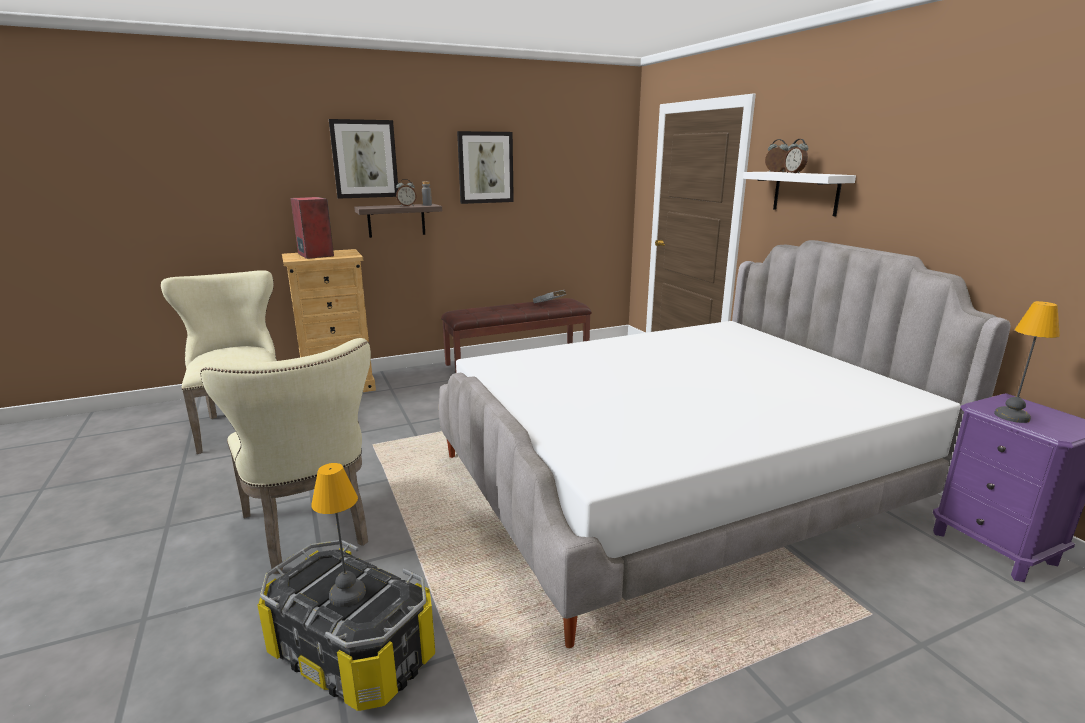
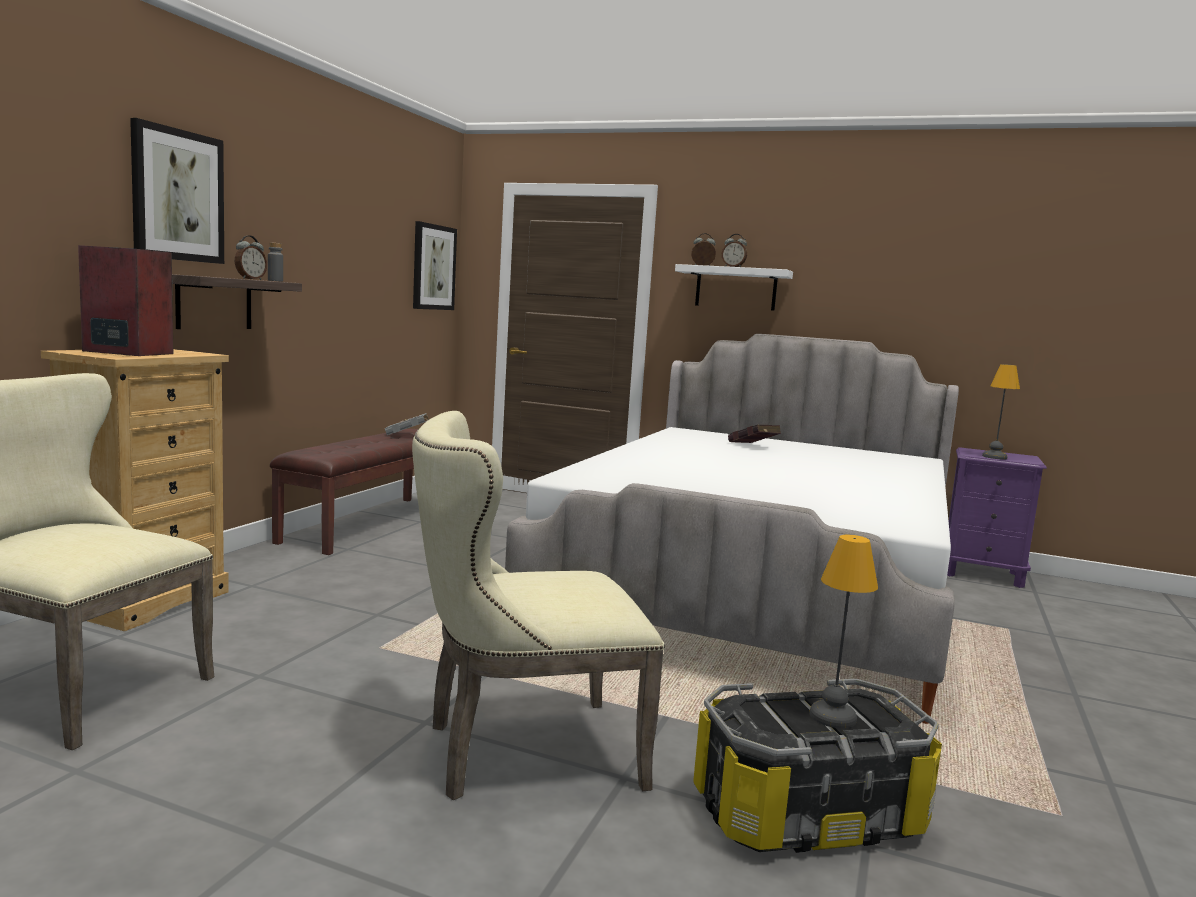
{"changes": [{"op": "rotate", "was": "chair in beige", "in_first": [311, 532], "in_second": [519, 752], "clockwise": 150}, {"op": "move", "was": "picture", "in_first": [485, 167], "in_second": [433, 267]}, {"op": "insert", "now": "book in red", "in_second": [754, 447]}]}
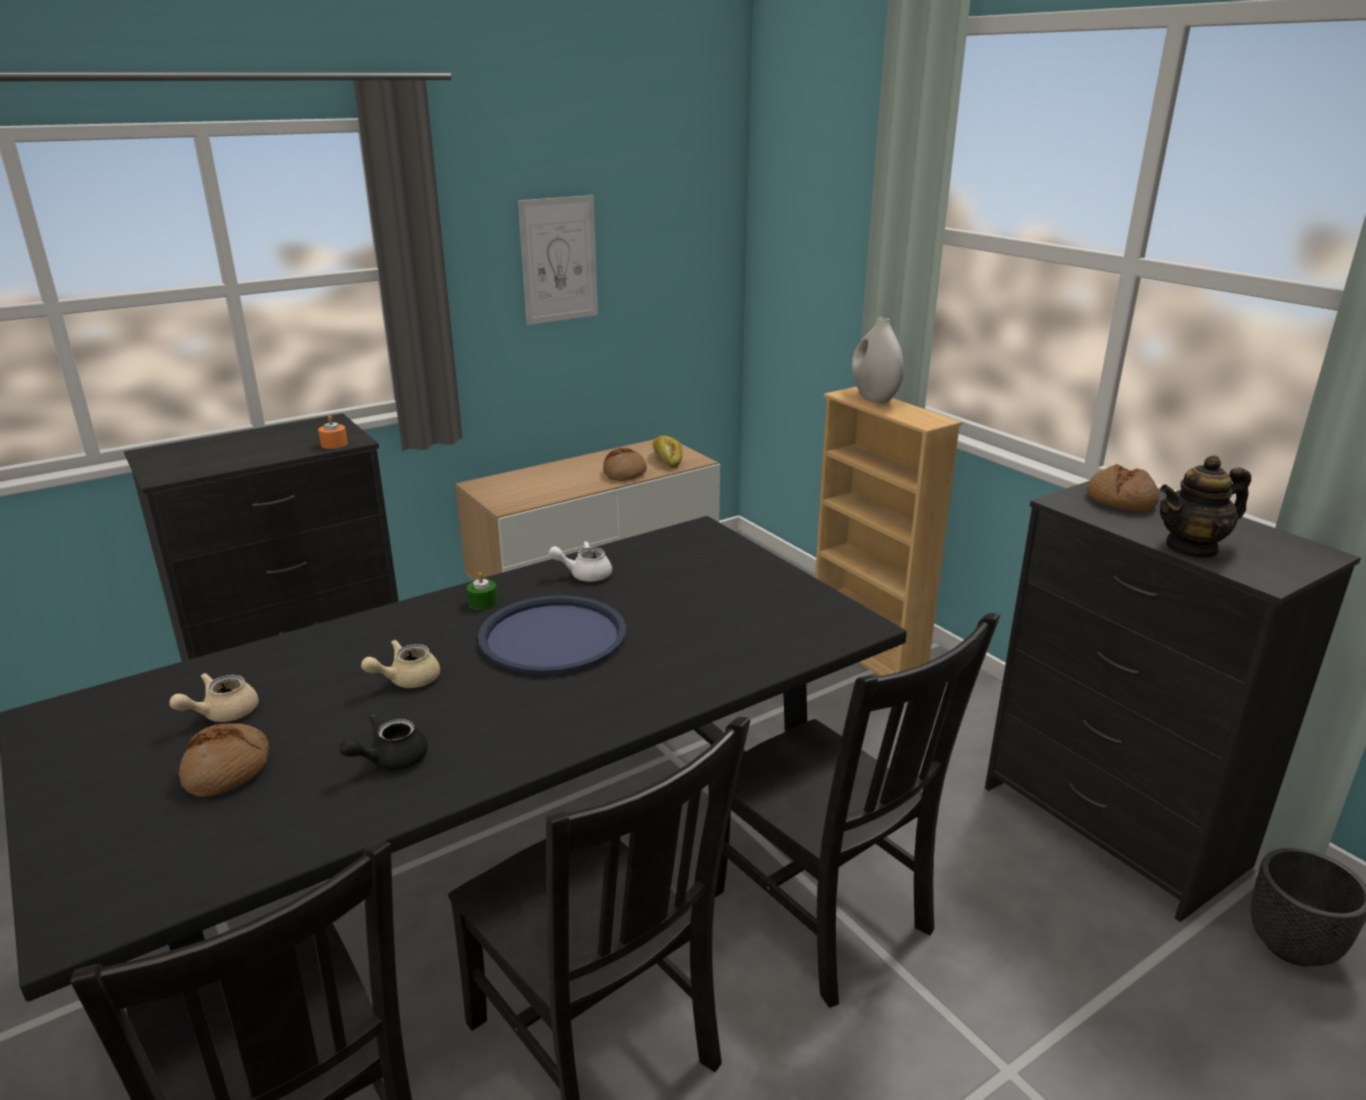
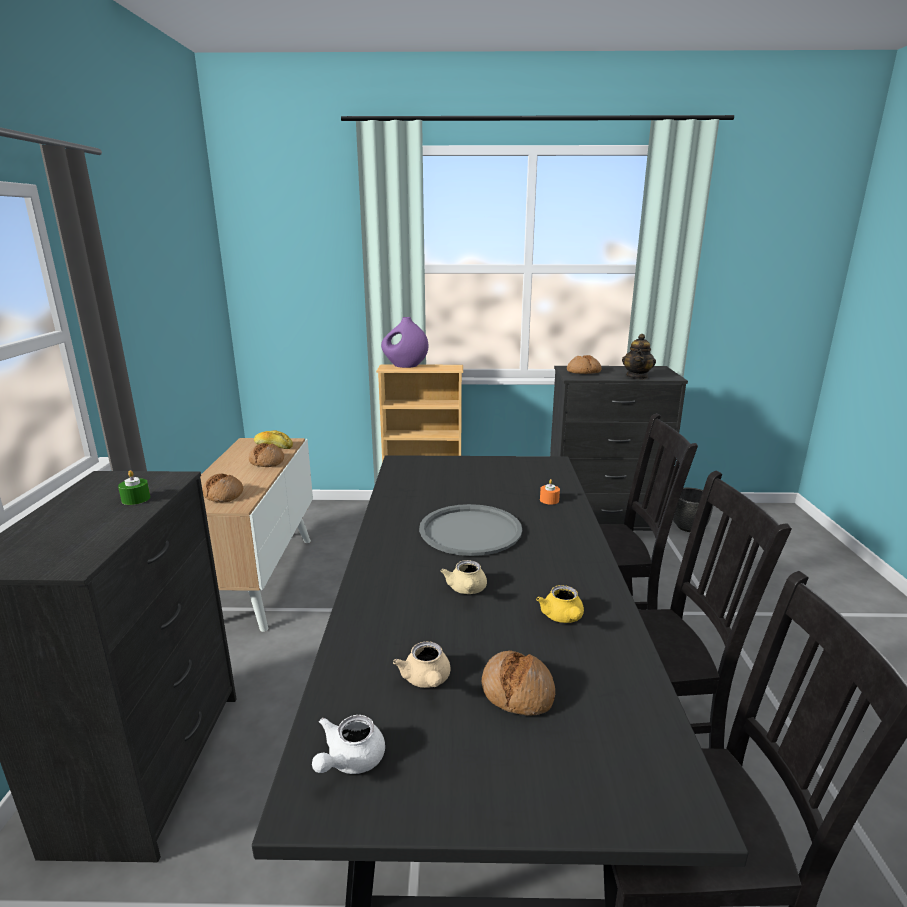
{"changes": [{"op": "move", "was": "candle in green", "in_first": [483, 602], "in_second": [136, 499]}, {"op": "insert", "now": "bread", "in_second": [224, 495]}, {"op": "move", "was": "teapot in white", "in_first": [584, 574], "in_second": [349, 760]}, {"op": "recolor", "was": "vase in white", "now": "vase in purple", "in_first": [873, 398], "in_second": [405, 366]}, {"op": "recolor", "was": "tray in blue", "now": "tray in grey", "in_first": [553, 636], "in_second": [470, 531]}, {"op": "recolor", "was": "teapot in black", "now": "teapot in yellow", "in_first": [390, 759], "in_second": [563, 618]}, {"op": "move", "was": "candle in orange", "in_first": [334, 444], "in_second": [549, 500]}, {"op": "delete", "was": "picture", "in_first": [559, 260]}]}
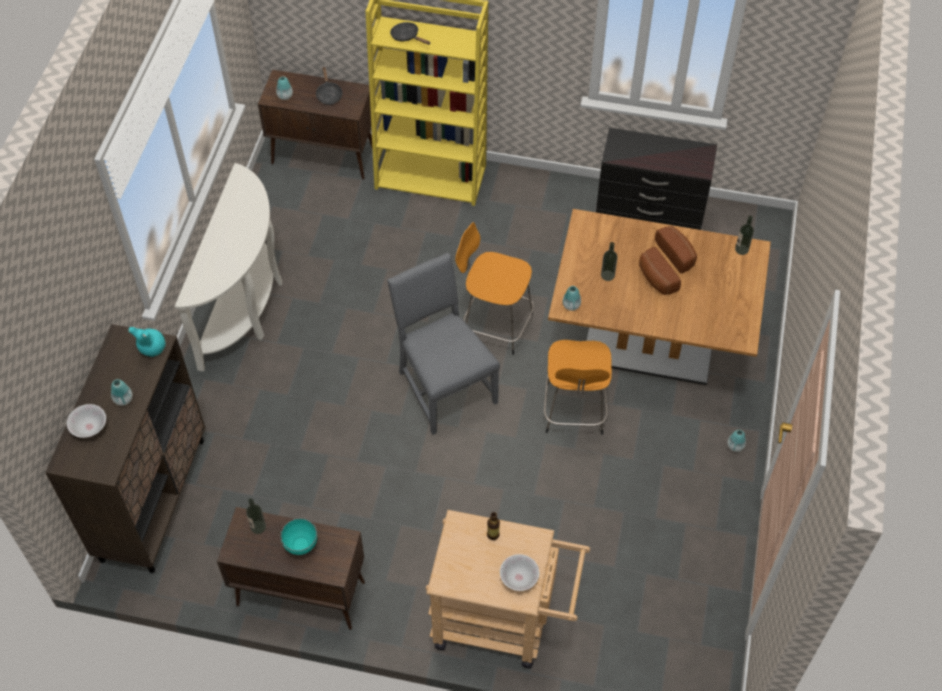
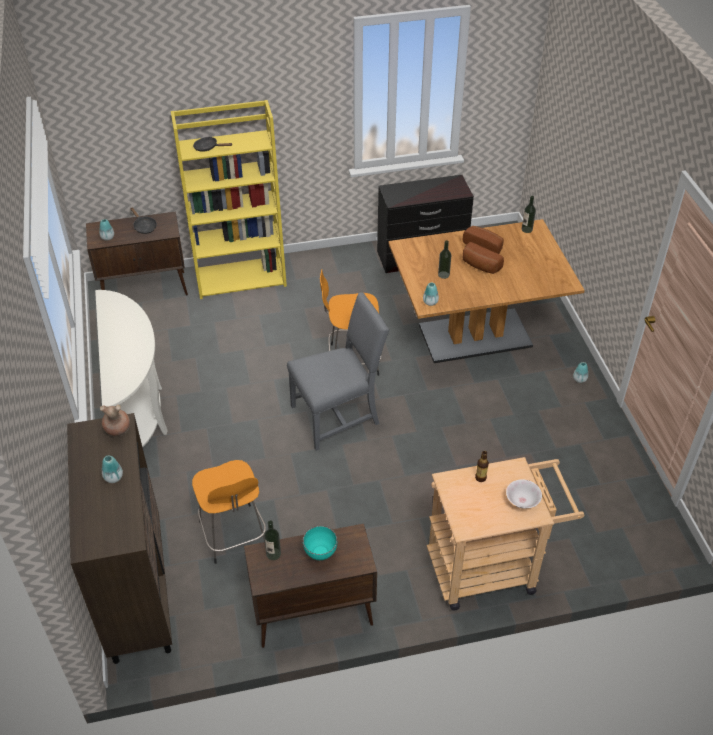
{"changes": [{"op": "recolor", "was": "vase in turquoise", "now": "vase in brown", "in_first": [151, 349], "in_second": [117, 430]}, {"op": "move", "was": "stool in orange", "in_first": [574, 412], "in_second": [233, 536]}, {"op": "rotate", "was": "chair in grey", "in_first": [443, 386], "in_second": [338, 415], "clockwise": 120}, {"op": "delete", "was": "bowl in white", "in_first": [89, 428]}]}
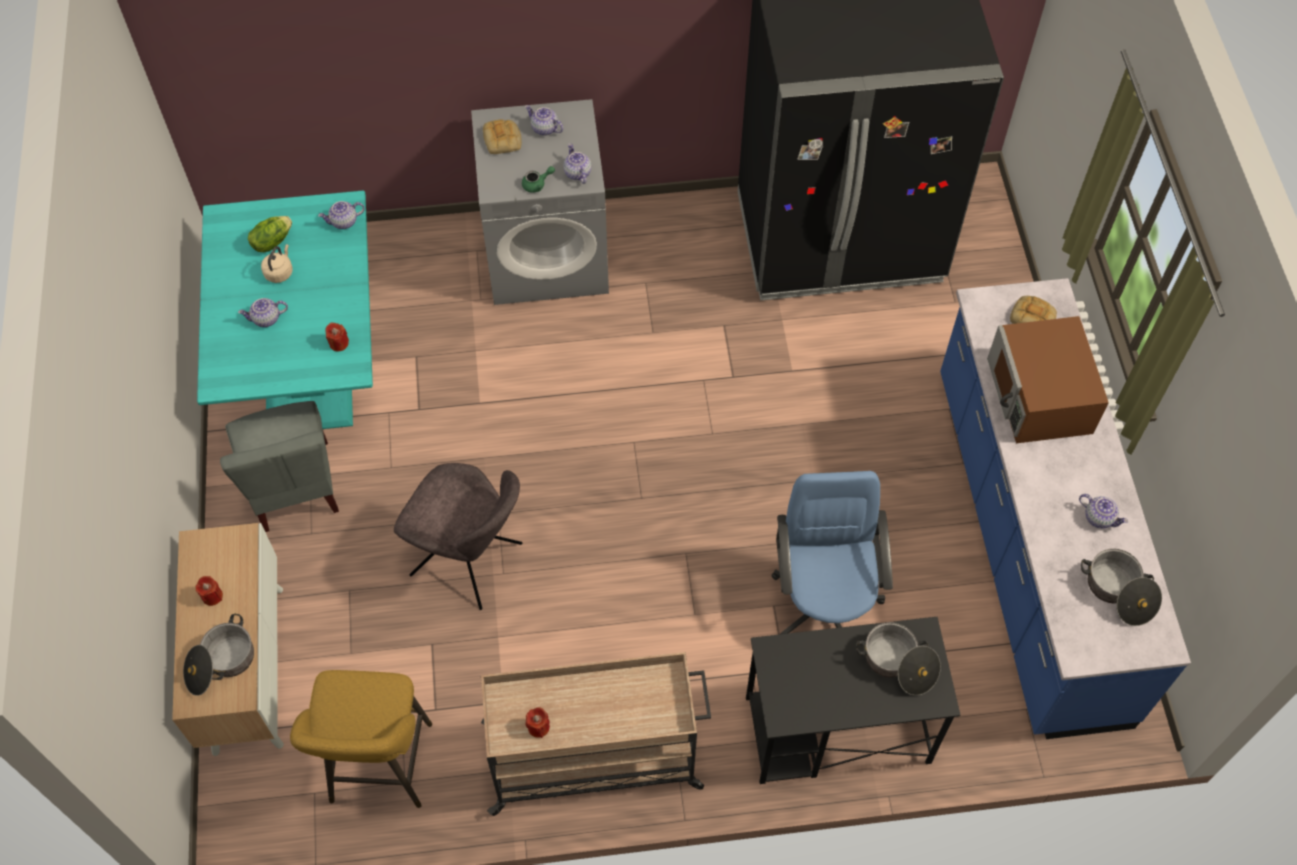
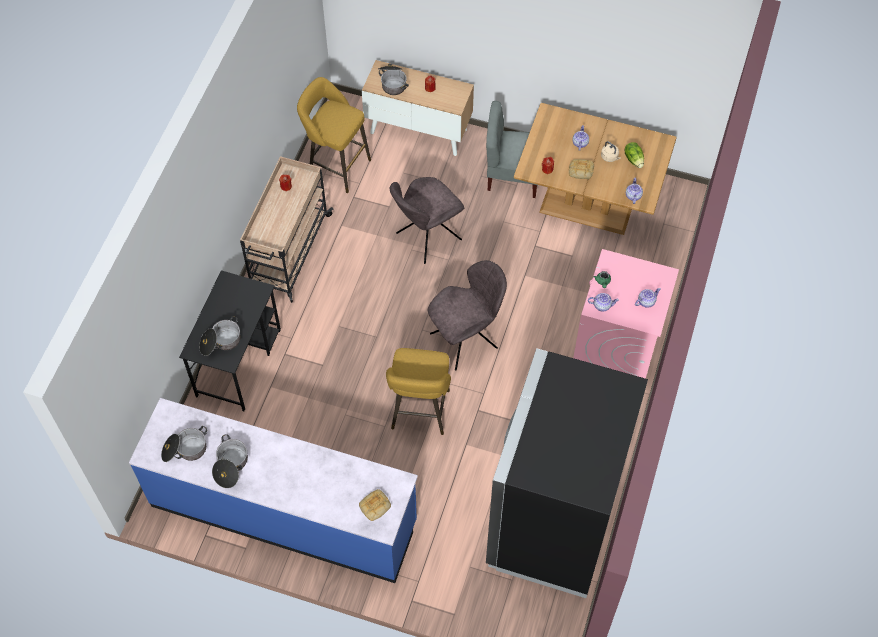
{"changes": [{"op": "replace", "was": "teapot", "now": "cooking pot", "in_first": [1099, 517], "in_second": [231, 466]}, {"op": "insert", "now": "stool in yellow", "in_second": [419, 413]}, {"op": "insert", "now": "chair in grey", "in_second": [466, 340]}, {"op": "recolor", "was": "dining table in turquoise", "now": "dining table in brown", "in_first": [311, 368], "in_second": [587, 204]}, {"op": "move", "was": "bread", "in_first": [503, 140], "in_second": [580, 171]}, {"op": "recolor", "was": "washing machine in grey", "now": "washing machine in pink", "in_first": [547, 255], "in_second": [616, 347]}, {"op": "delete", "was": "office chair in blue", "in_first": [824, 603]}, {"op": "delete", "was": "microwave in brown", "in_first": [1040, 396]}]}
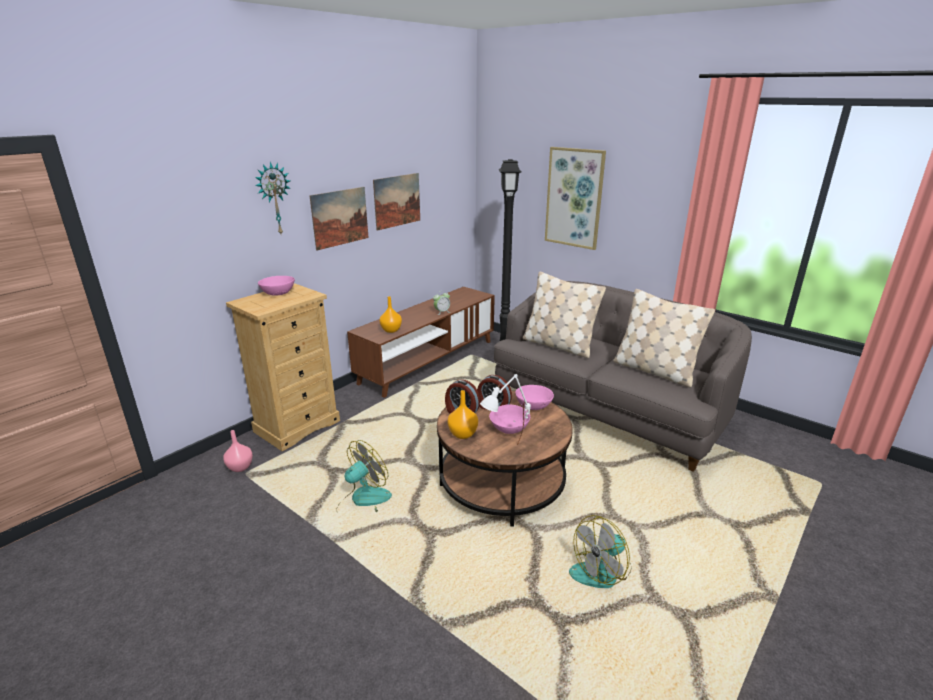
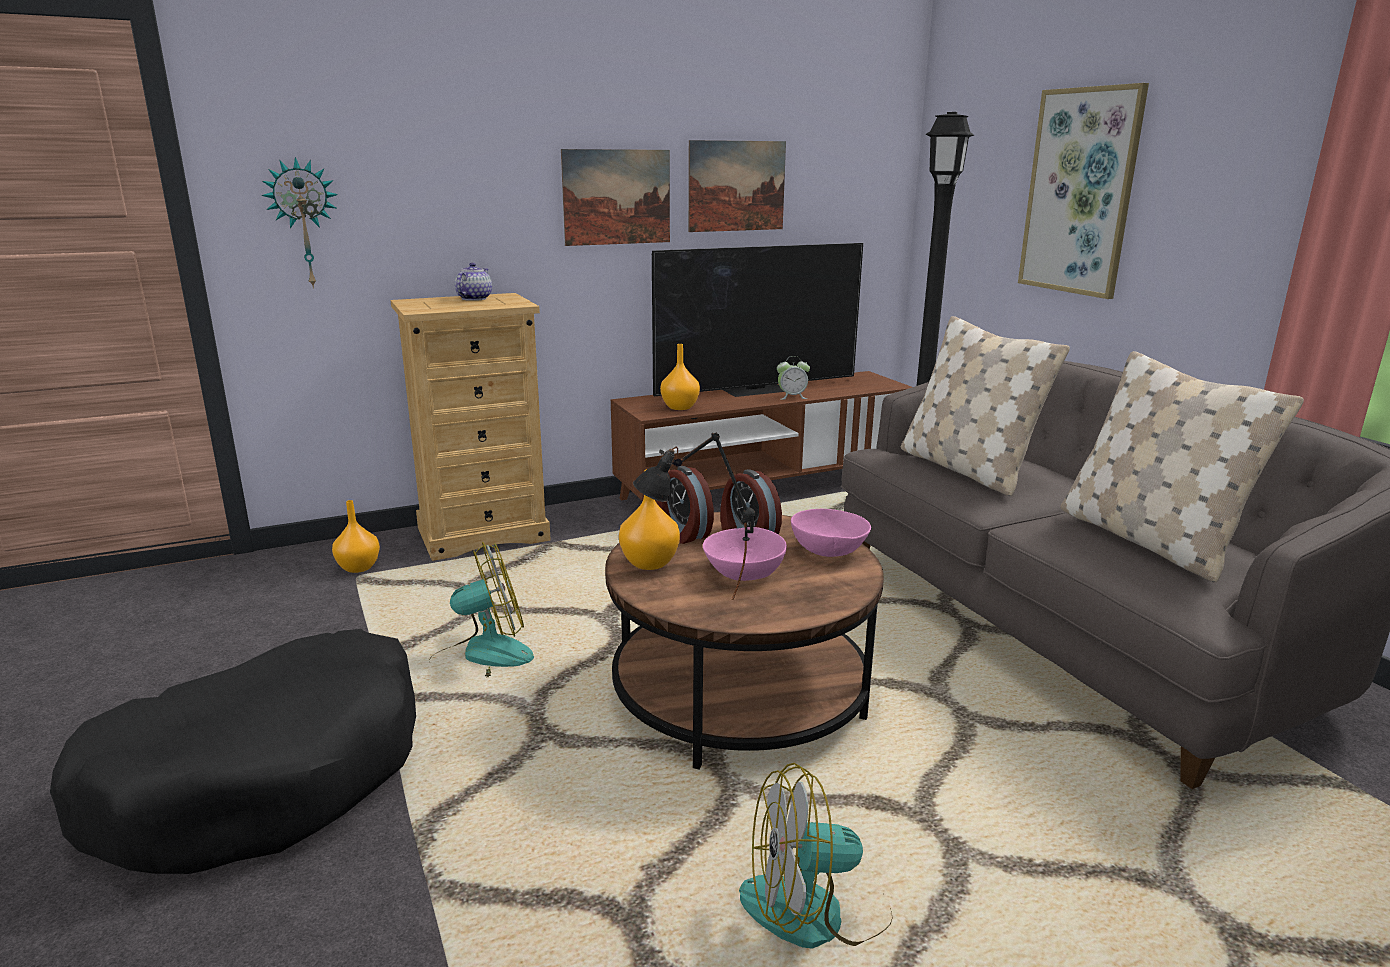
{"changes": [{"op": "insert", "now": "dog bed in black", "in_second": [266, 775]}, {"op": "move", "was": "wall clock", "in_first": [274, 199], "in_second": [304, 223]}, {"op": "recolor", "was": "vase in pink", "now": "vase in orange", "in_first": [239, 467], "in_second": [357, 567]}, {"op": "replace", "was": "bowl in pink", "now": "teapot", "in_first": [278, 293], "in_second": [474, 298]}, {"op": "recolor", "was": "table lamp in white", "now": "table lamp in black", "in_first": [505, 454], "in_second": [694, 607]}, {"op": "insert", "now": "television", "in_second": [756, 389]}]}
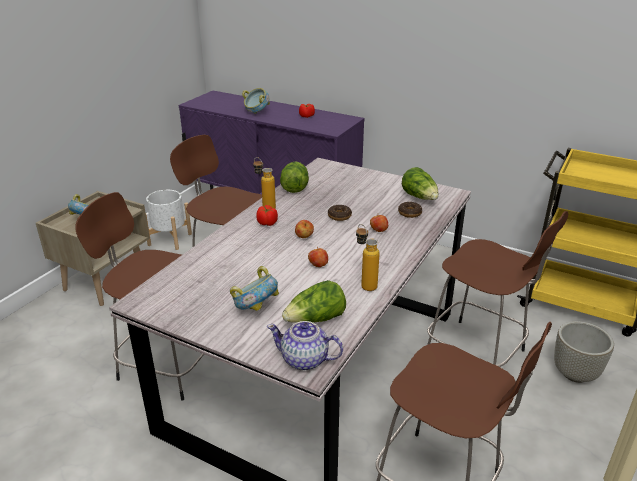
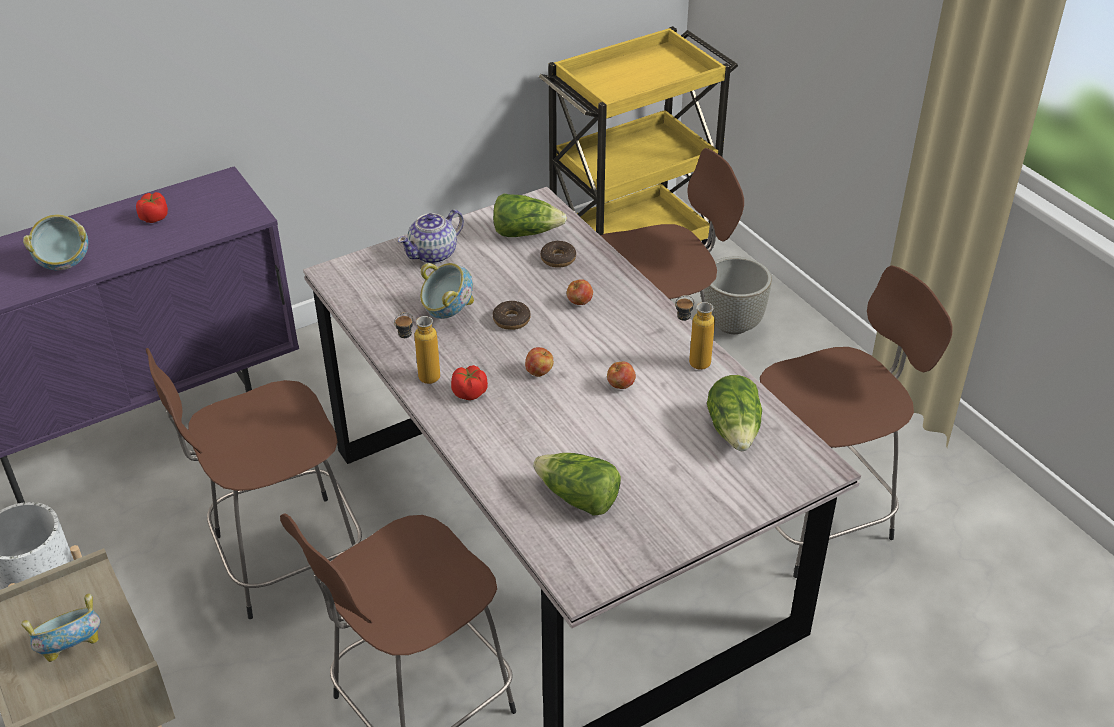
{"changes": [{"op": "move", "was": "teapot", "in_first": [305, 360], "in_second": [434, 254]}, {"op": "move", "was": "bowl", "in_first": [256, 309], "in_second": [447, 312]}, {"op": "move", "was": "lettuce", "in_first": [294, 186], "in_second": [578, 498]}]}
